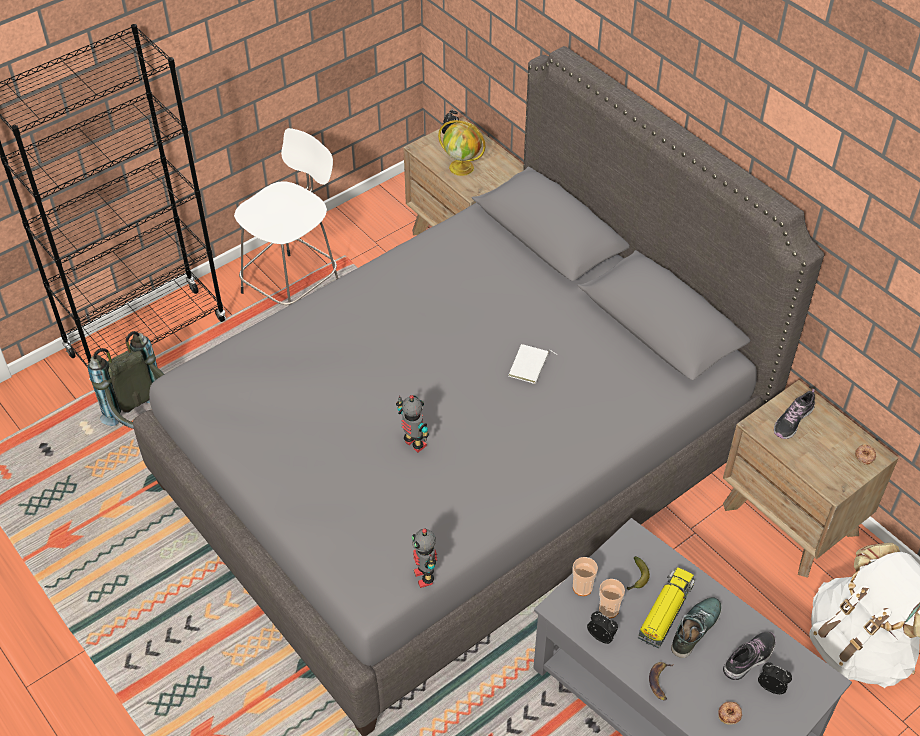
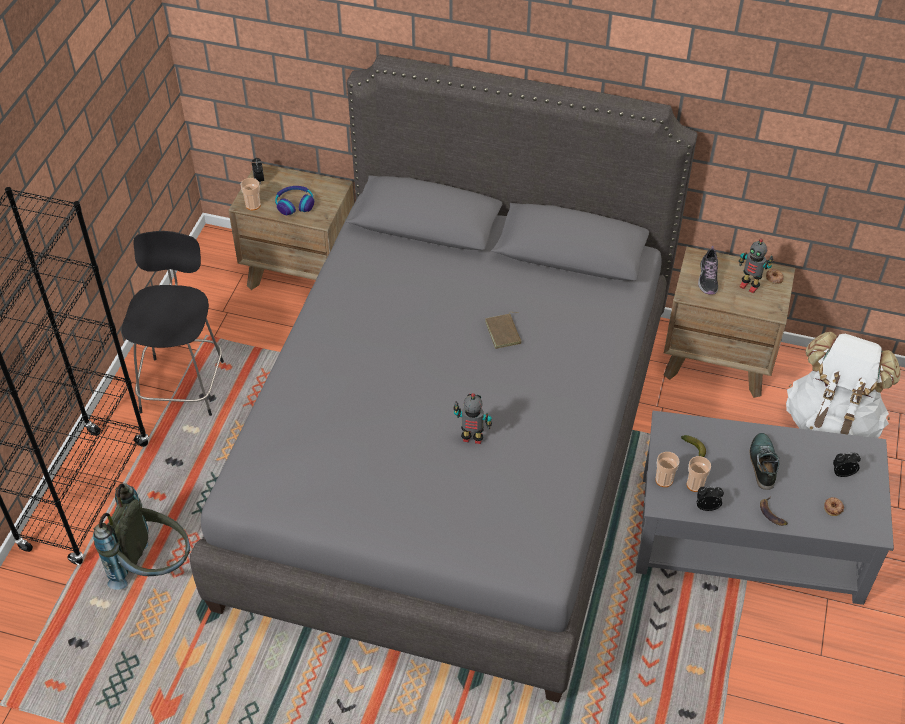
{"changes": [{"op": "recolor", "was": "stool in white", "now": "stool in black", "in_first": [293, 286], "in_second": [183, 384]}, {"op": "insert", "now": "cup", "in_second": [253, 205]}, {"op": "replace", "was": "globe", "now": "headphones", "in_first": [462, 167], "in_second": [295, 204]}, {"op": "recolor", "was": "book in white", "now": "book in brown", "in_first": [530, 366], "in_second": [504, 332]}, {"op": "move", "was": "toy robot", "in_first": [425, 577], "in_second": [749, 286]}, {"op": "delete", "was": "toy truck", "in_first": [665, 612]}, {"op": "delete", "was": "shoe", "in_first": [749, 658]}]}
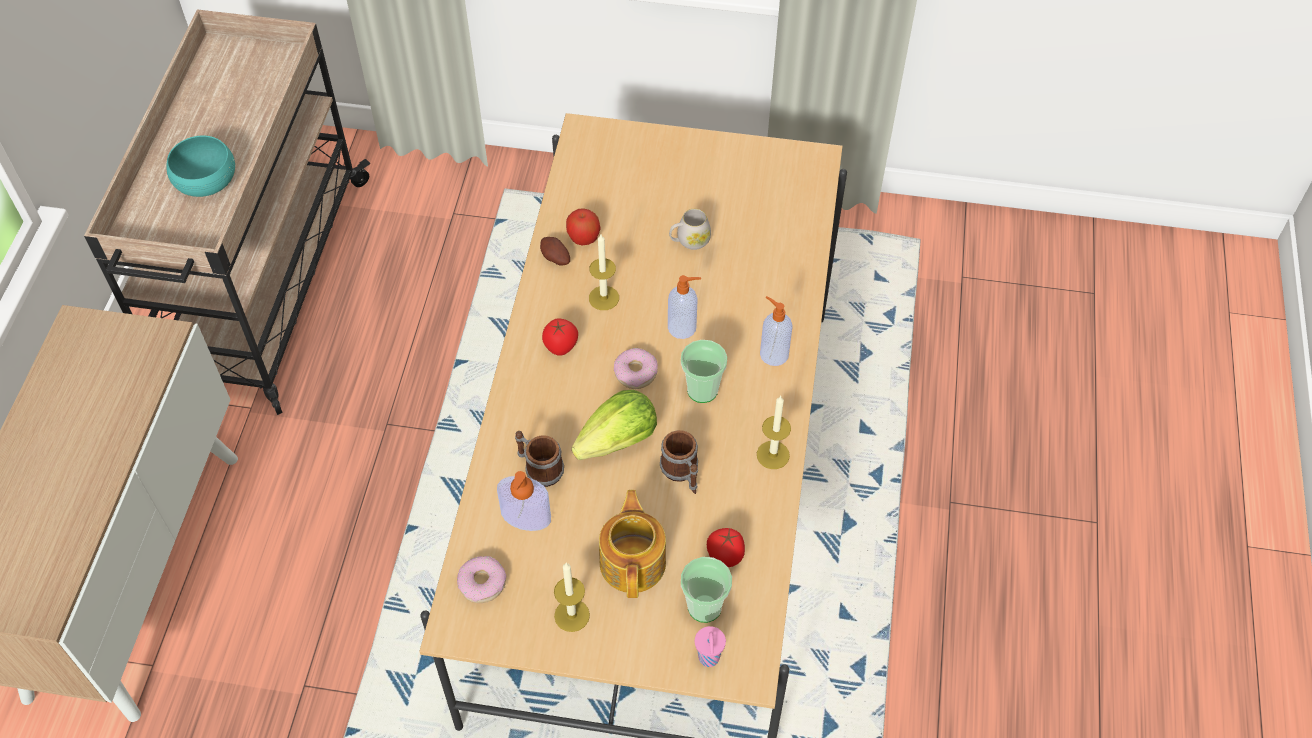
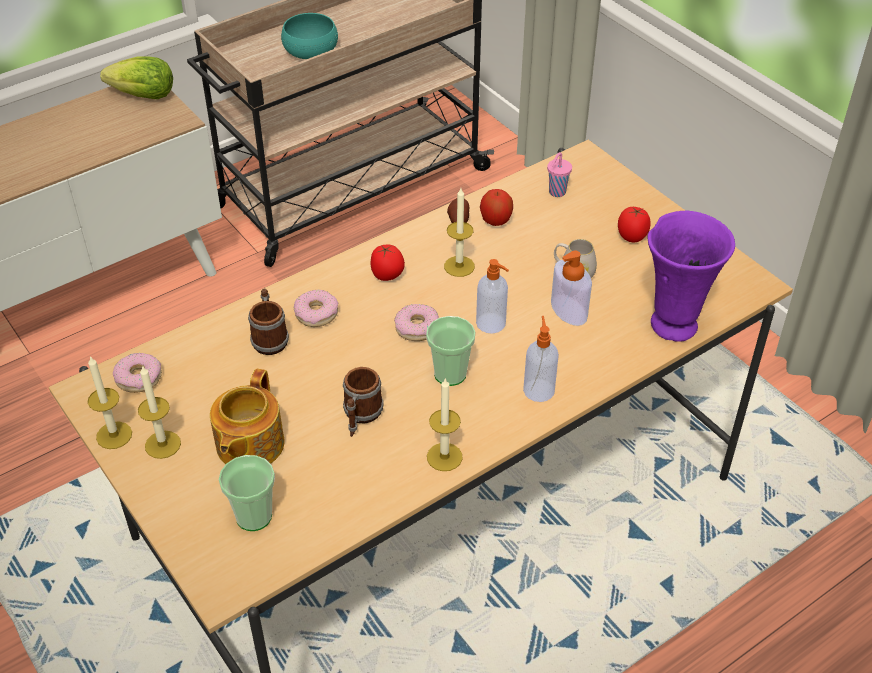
{"changes": [{"op": "insert", "now": "candle", "in_second": [114, 435]}, {"op": "move", "was": "lettuce", "in_first": [618, 441], "in_second": [144, 96]}, {"op": "rotate", "was": "teapot", "in_first": [633, 561], "in_second": [248, 445], "clockwise": 150}, {"op": "insert", "now": "donut", "in_second": [316, 313]}, {"op": "move", "was": "cup in pink", "in_first": [709, 659], "in_second": [556, 192]}, {"op": "move", "was": "soap dispenser", "in_first": [526, 516], "in_second": [569, 310]}, {"op": "move", "was": "tomato", "in_first": [725, 556], "in_second": [631, 237]}, {"op": "insert", "now": "vase in purple", "in_second": [674, 323]}]}
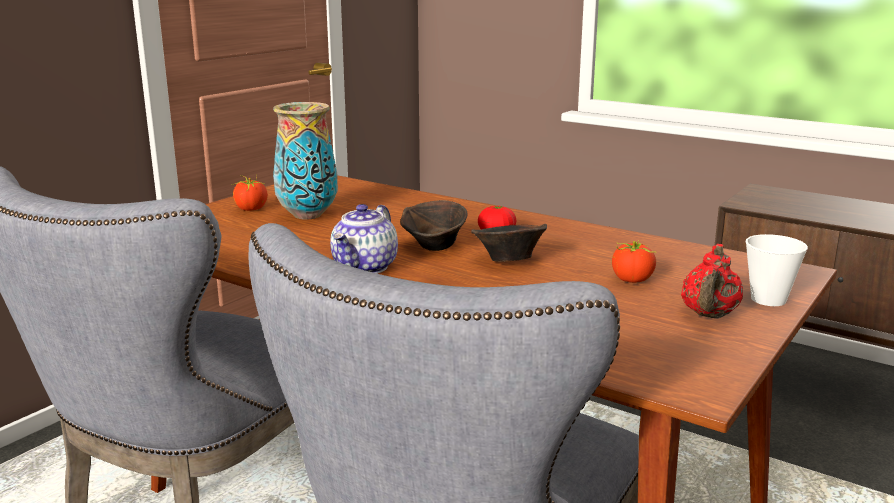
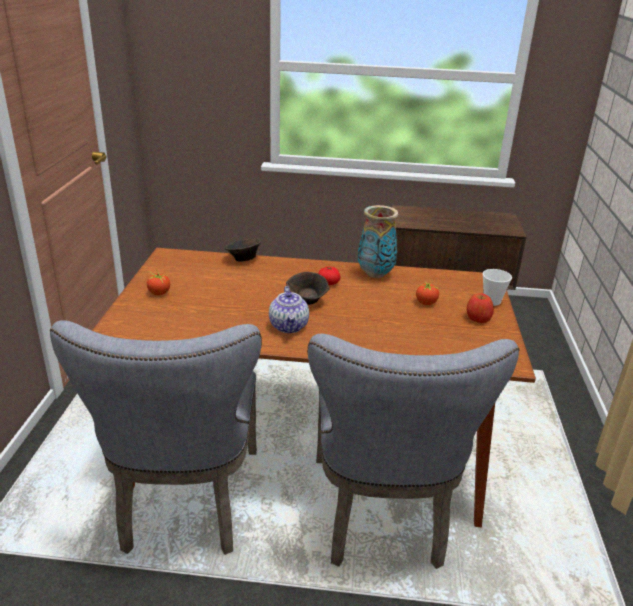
{"changes": [{"op": "move", "was": "bowl in brown", "in_first": [508, 261], "in_second": [243, 259]}, {"op": "move", "was": "vase", "in_first": [307, 216], "in_second": [375, 274]}, {"op": "replace", "was": "teapot in red", "now": "apple", "in_first": [709, 315], "in_second": [478, 318]}]}
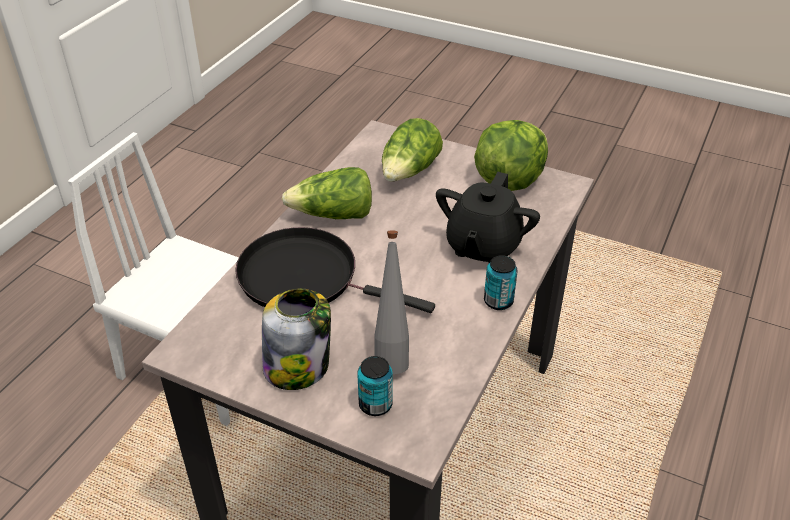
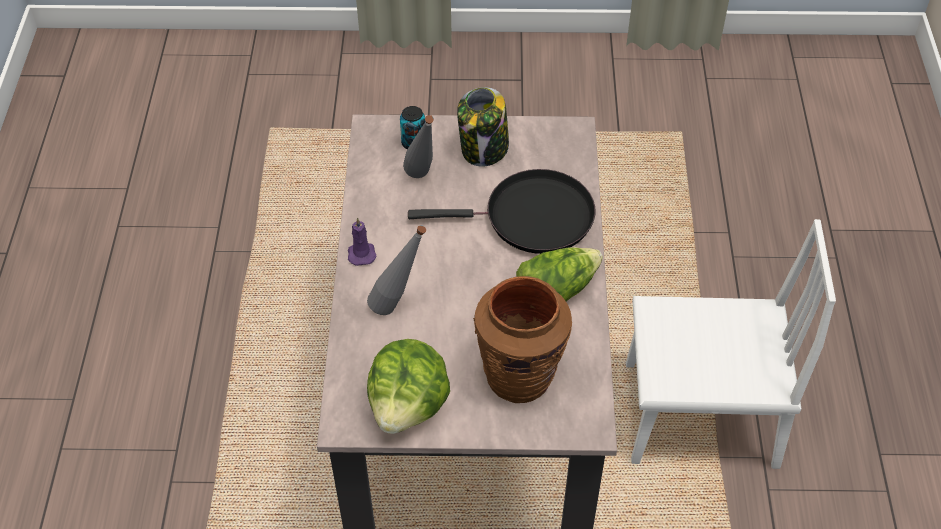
{"changes": [{"op": "replace", "was": "can", "now": "candle in purple", "in_first": [498, 301], "in_second": [361, 253]}, {"op": "replace", "was": "teapot in black", "now": "bottle in grey", "in_first": [482, 246], "in_second": [398, 305]}, {"op": "replace", "was": "lettuce", "now": "vase in brown", "in_first": [410, 171], "in_second": [519, 377]}]}
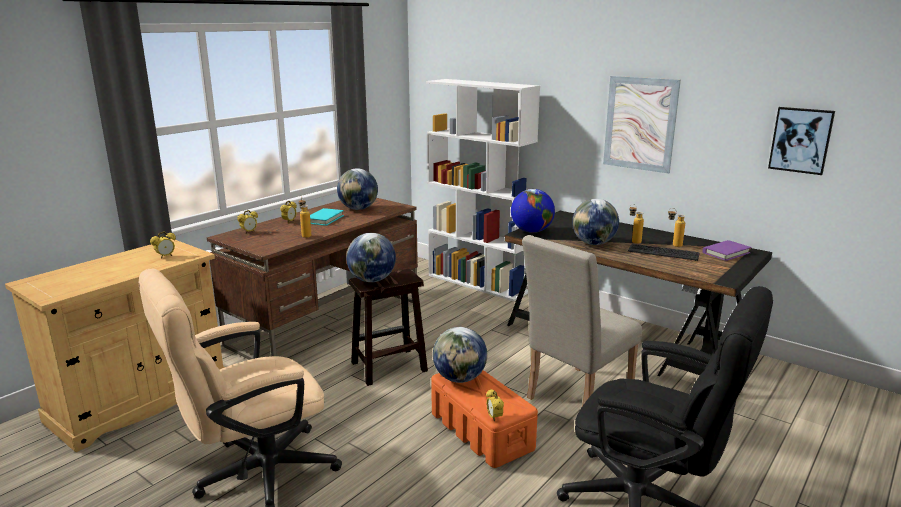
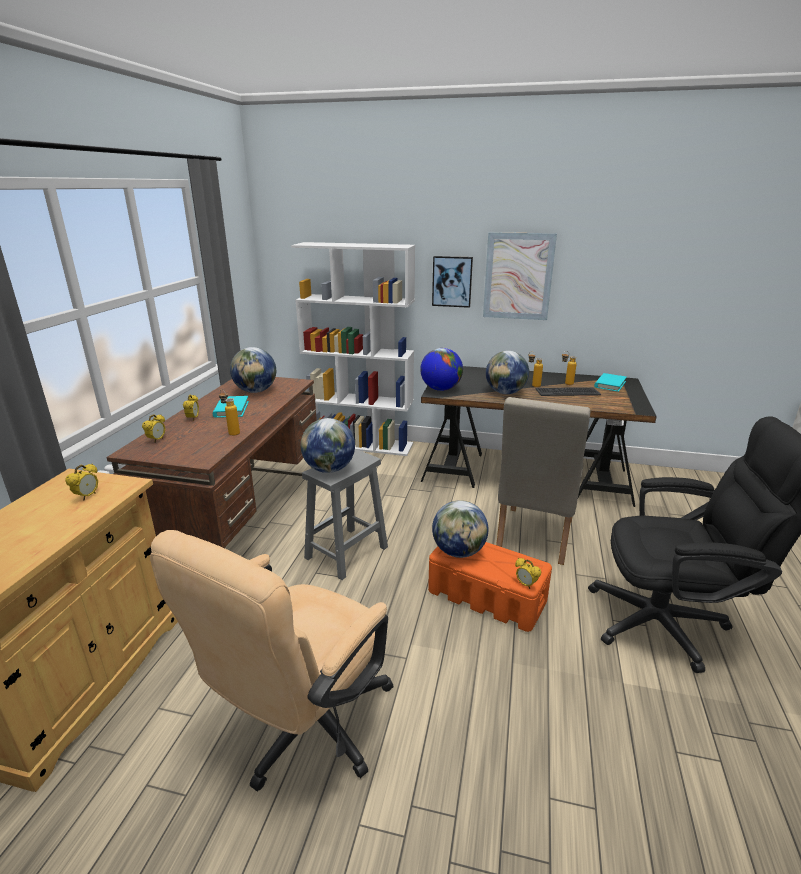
{"changes": [{"op": "recolor", "was": "stool in brown", "now": "stool in grey", "in_first": [388, 367], "in_second": [346, 553]}, {"op": "move", "was": "picture", "in_first": [801, 140], "in_second": [452, 281]}, {"op": "recolor", "was": "book in purple", "now": "book in turquoise", "in_first": [726, 253], "in_second": [610, 384]}]}
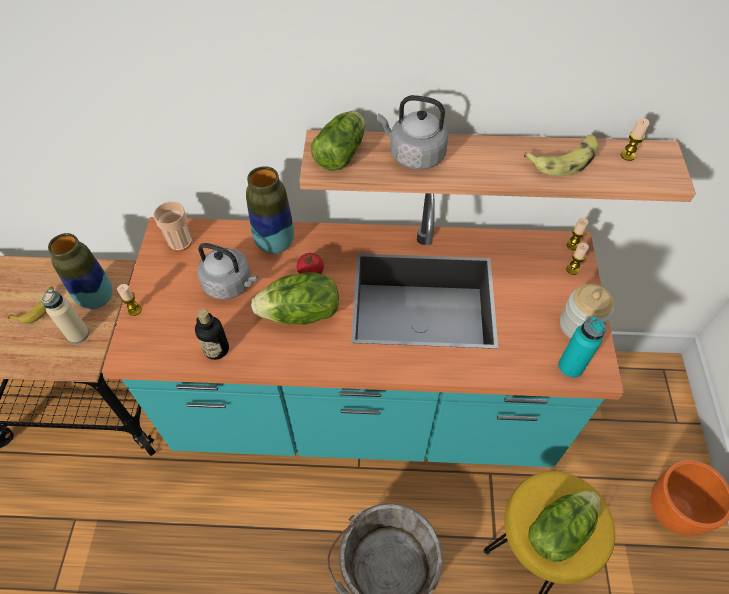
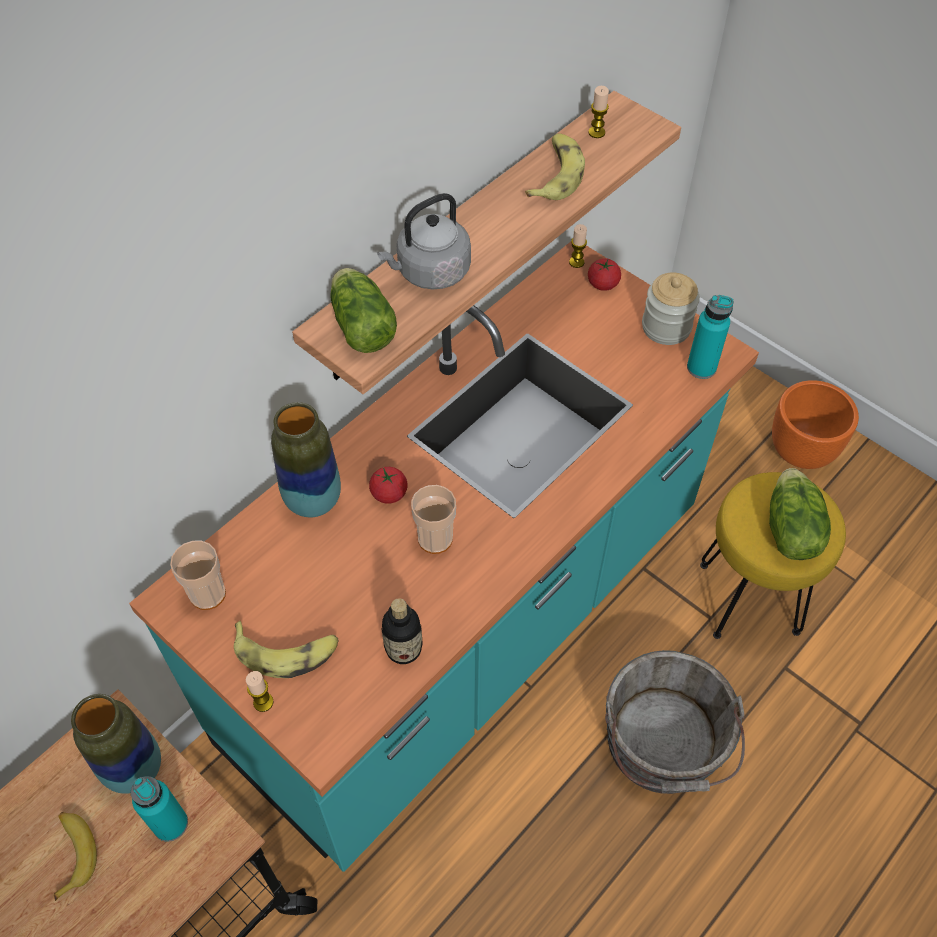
{"changes": [{"op": "recolor", "was": "bottle in beige", "now": "bottle in turquoise", "in_first": [78, 334], "in_second": [170, 824]}, {"op": "insert", "now": "banana", "in_second": [287, 651]}, {"op": "replace", "was": "lettuce", "now": "cup", "in_first": [301, 314], "in_second": [435, 539]}, {"op": "replace", "was": "candle", "now": "tomato", "in_first": [572, 269], "in_second": [603, 284]}, {"op": "delete", "was": "kettle in grey", "in_first": [230, 284]}]}
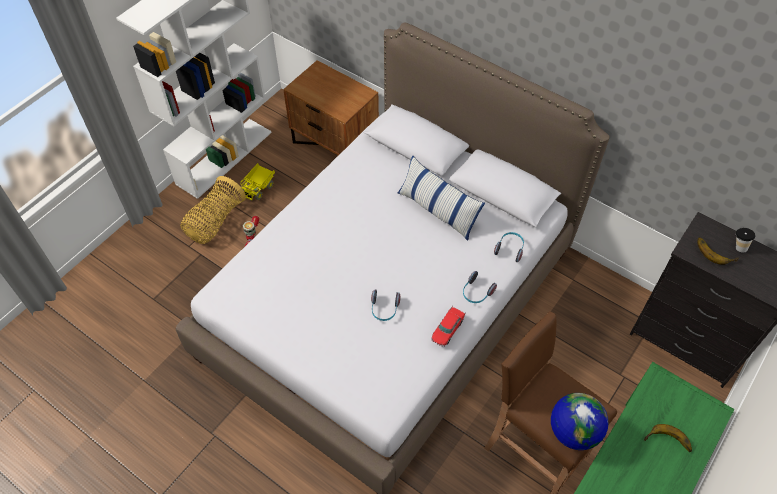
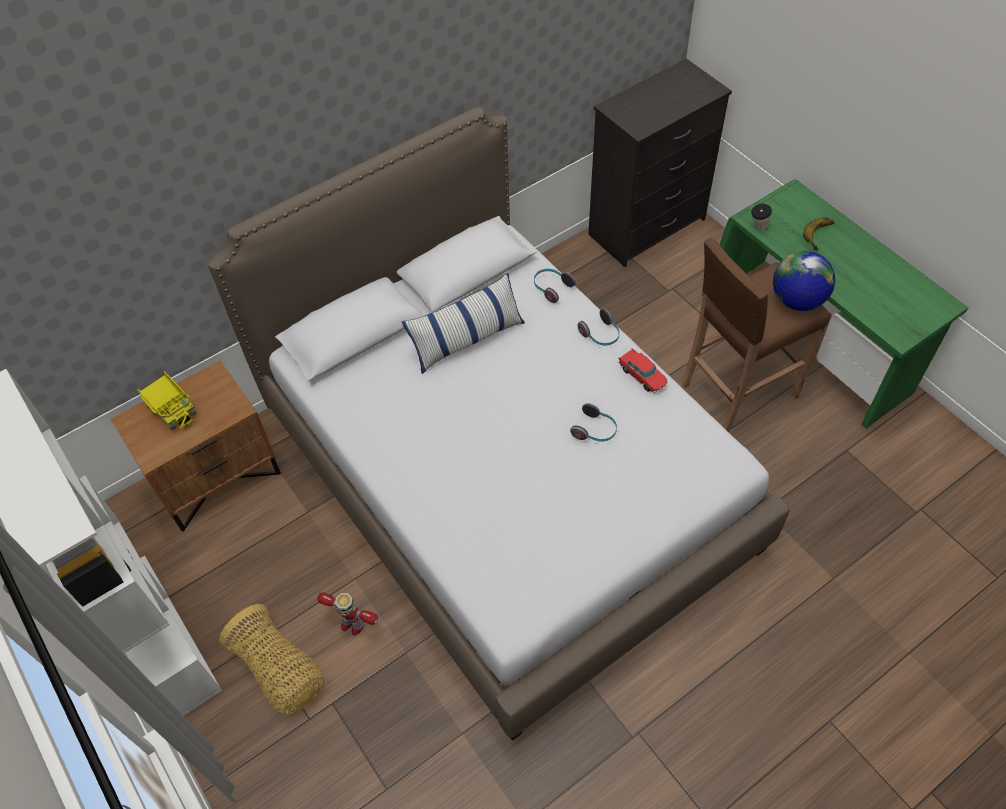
{"changes": [{"op": "move", "was": "toy truck", "in_first": [259, 188], "in_second": [173, 409]}, {"op": "move", "was": "cup", "in_first": [738, 246], "in_second": [758, 227]}, {"op": "delete", "was": "banana", "in_first": [715, 251]}]}
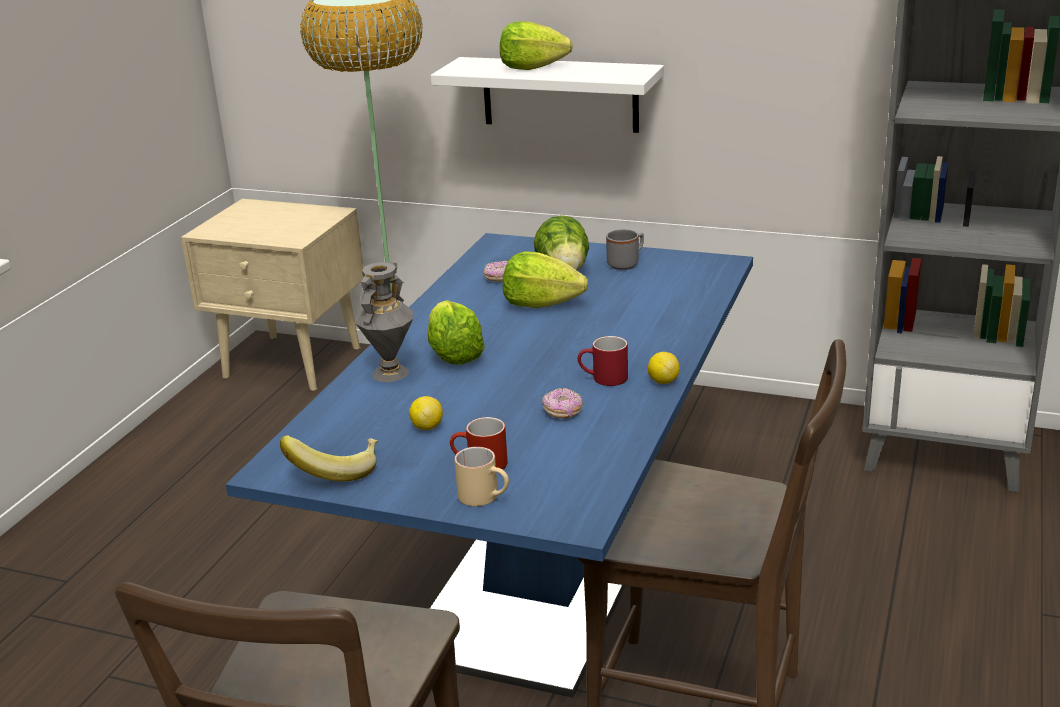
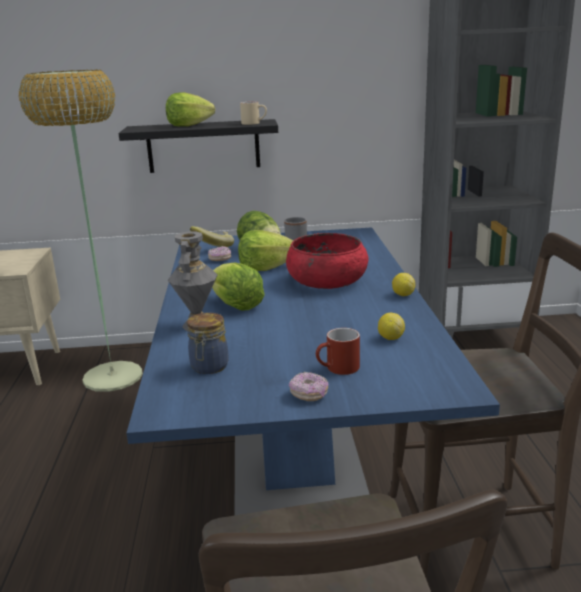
{"changes": [{"op": "recolor", "was": "shelf in white", "now": "shelf in black", "in_first": [560, 94], "in_second": [203, 146]}, {"op": "insert", "now": "jar", "in_second": [209, 367]}, {"op": "move", "was": "banana", "in_first": [336, 471], "in_second": [213, 247]}, {"op": "move", "was": "mug in beige", "in_first": [485, 497], "in_second": [254, 123]}, {"op": "insert", "now": "bowl in red", "in_second": [327, 280]}, {"op": "move", "was": "donut", "in_first": [563, 412], "in_second": [309, 395]}, {"op": "move", "was": "lemon", "in_first": [427, 427], "in_second": [390, 338]}, {"op": "delete", "was": "mug in red", "in_first": [603, 379]}]}
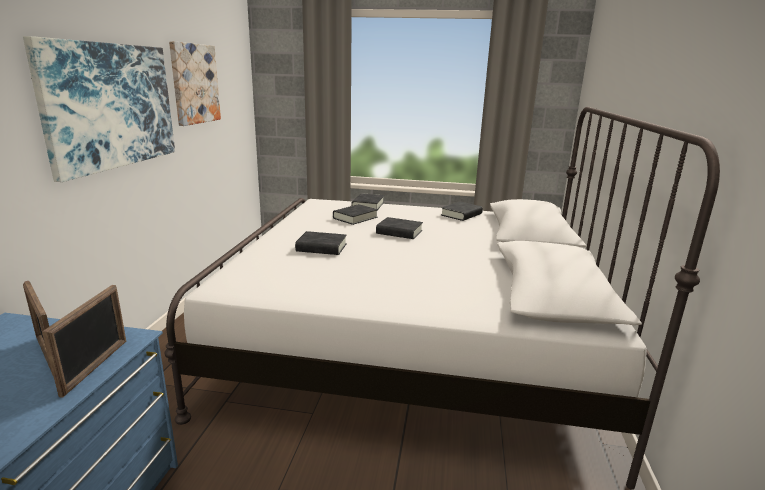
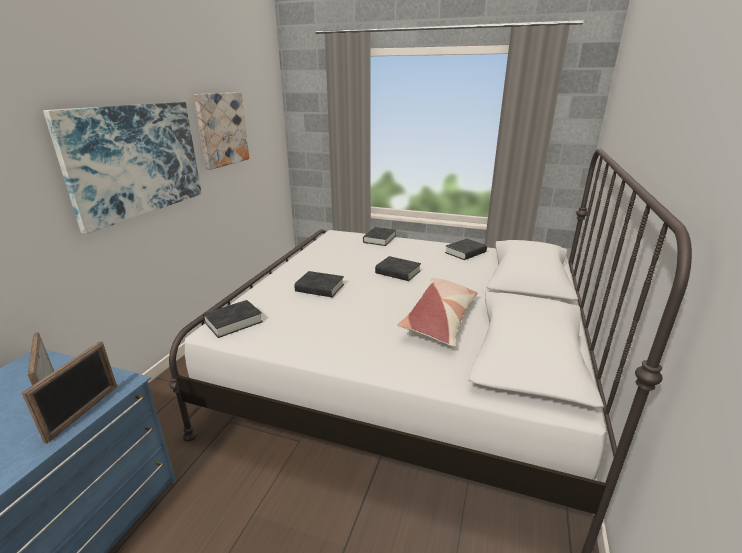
{"changes": [{"op": "move", "was": "book in black", "in_first": [355, 218], "in_second": [233, 322]}, {"op": "insert", "now": "pillow", "in_second": [440, 319]}]}
